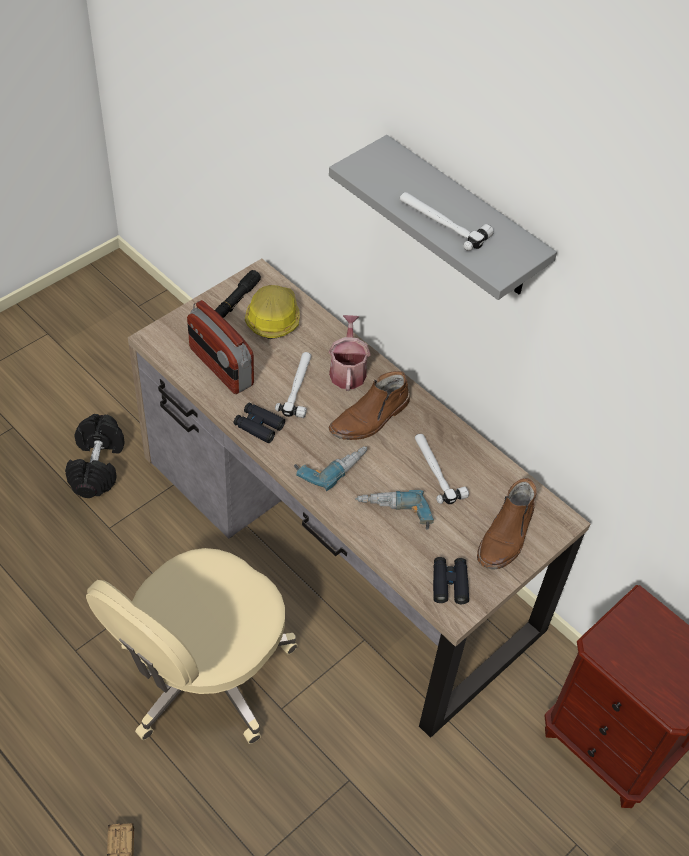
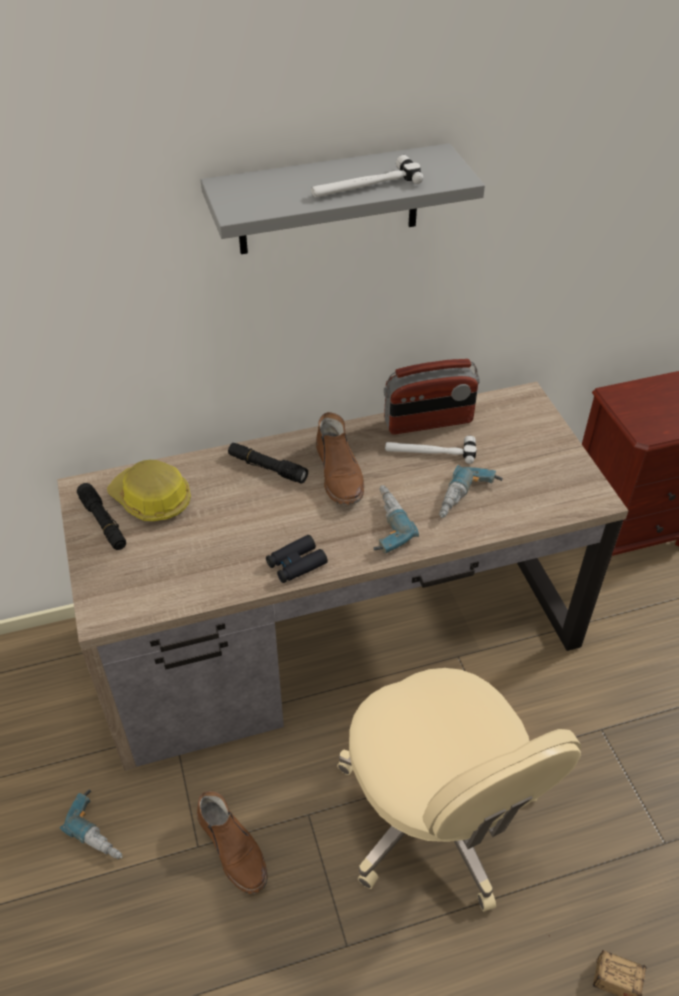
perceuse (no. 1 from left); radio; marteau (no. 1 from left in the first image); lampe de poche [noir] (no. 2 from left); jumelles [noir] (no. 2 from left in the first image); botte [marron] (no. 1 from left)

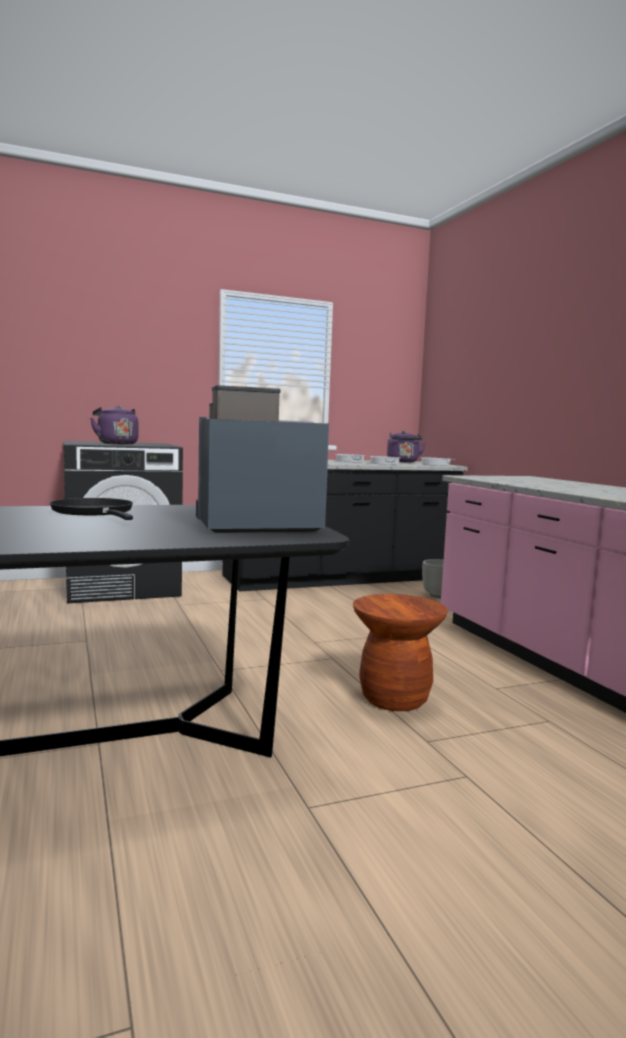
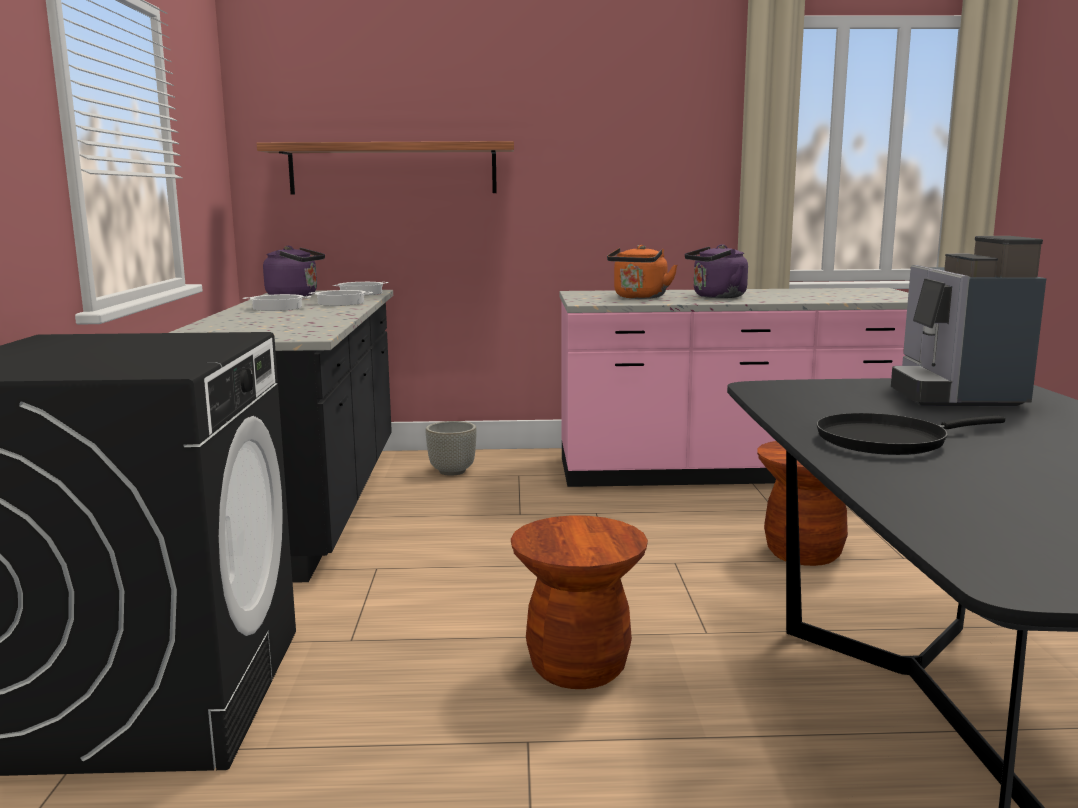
bouilloire [violet] (no. 2 from left); étagère; tabouret [marron] (no. 1 from left); bouilloire [orange]

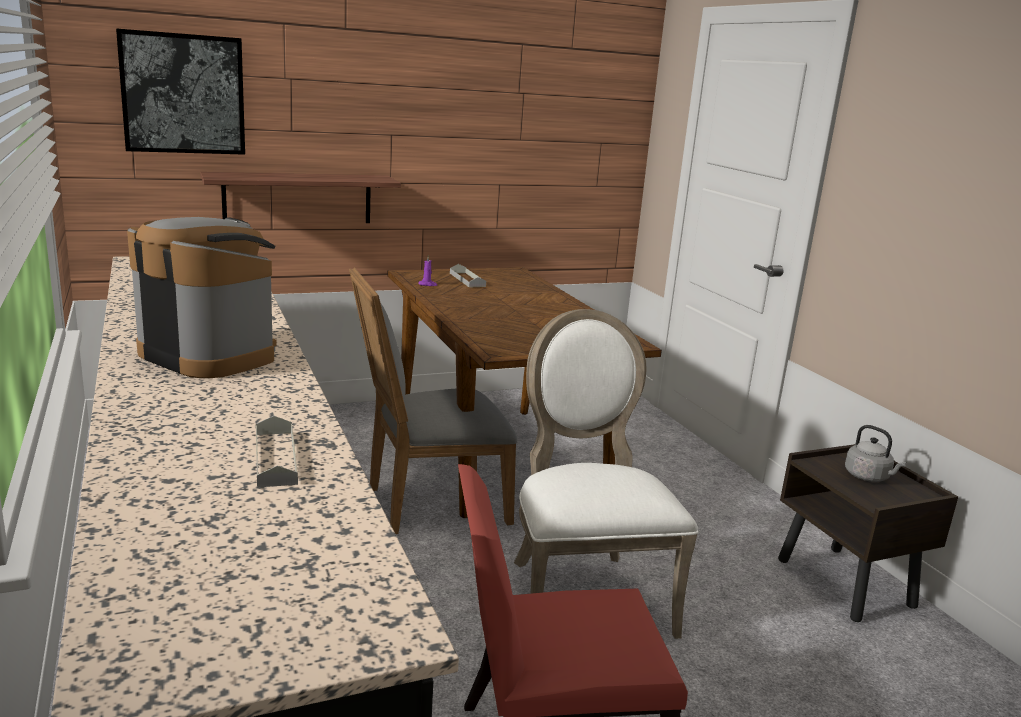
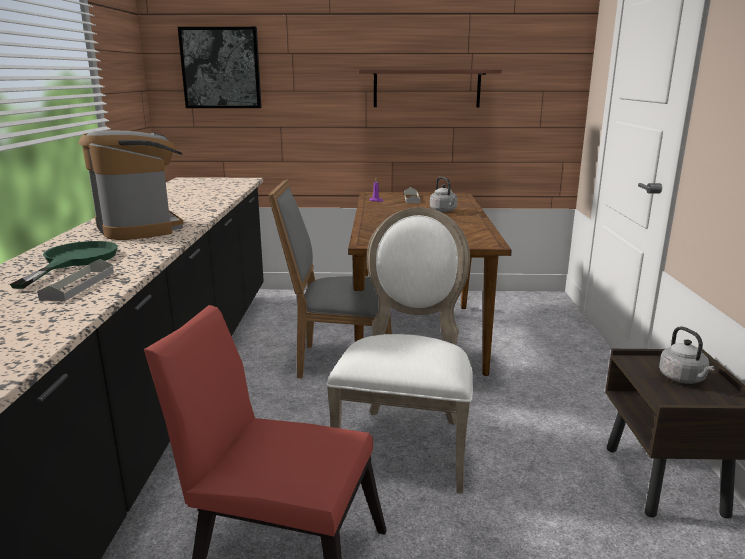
étagère; poêle [vert]; bouilloire [gris] (no. 1 from left)

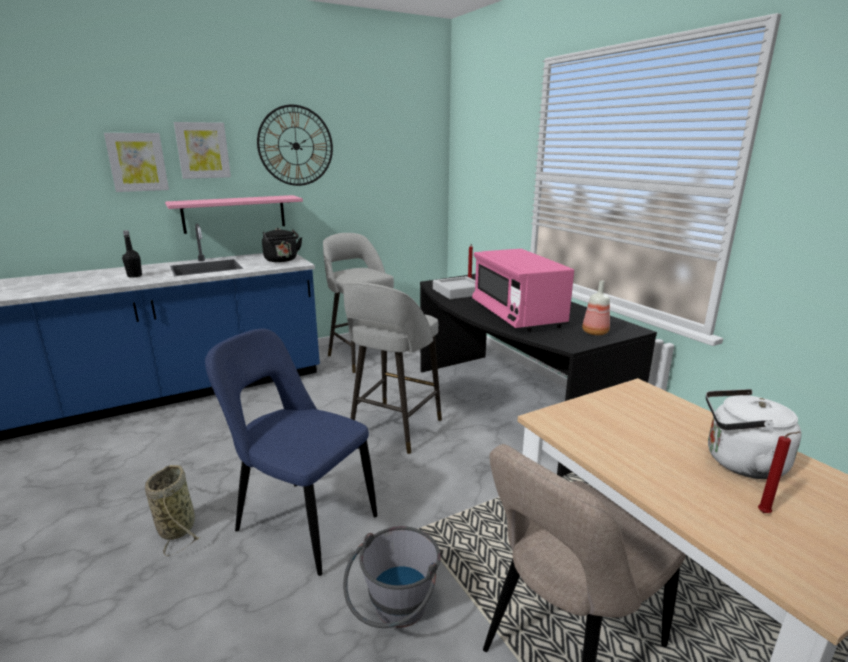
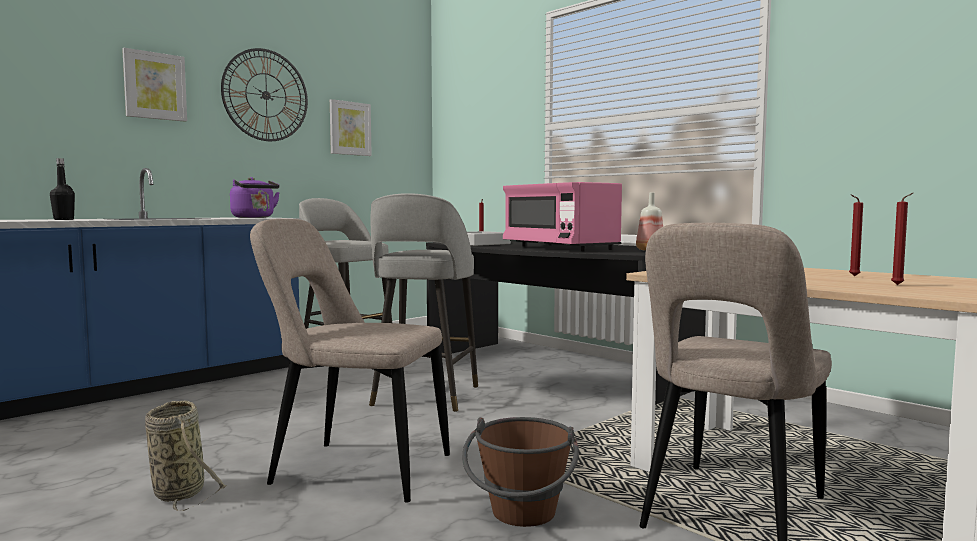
tableau (no. 2 from left); étagère [rose]; chaise [beige] (no. 1 from left); bouilloire [violet]; seau [marron]; bougie [rouge] (no. 2 from left)

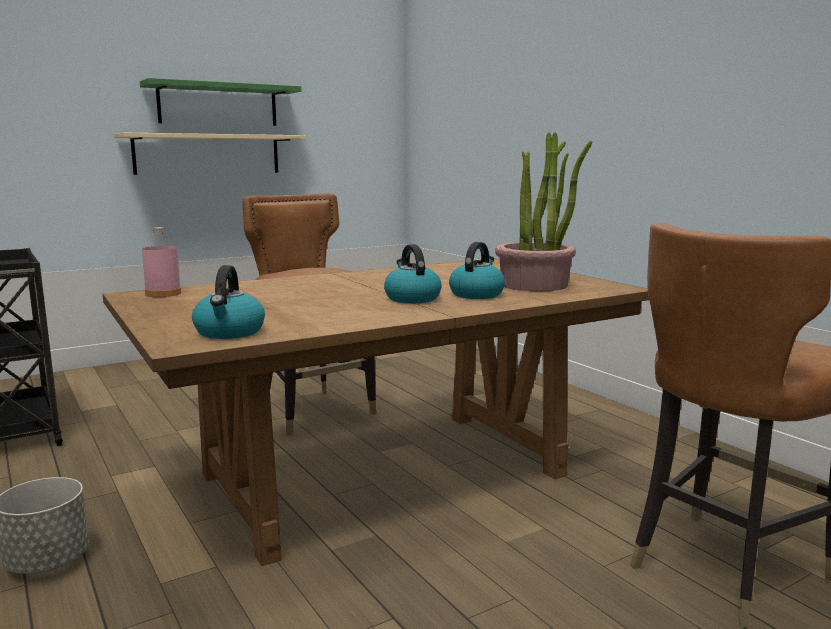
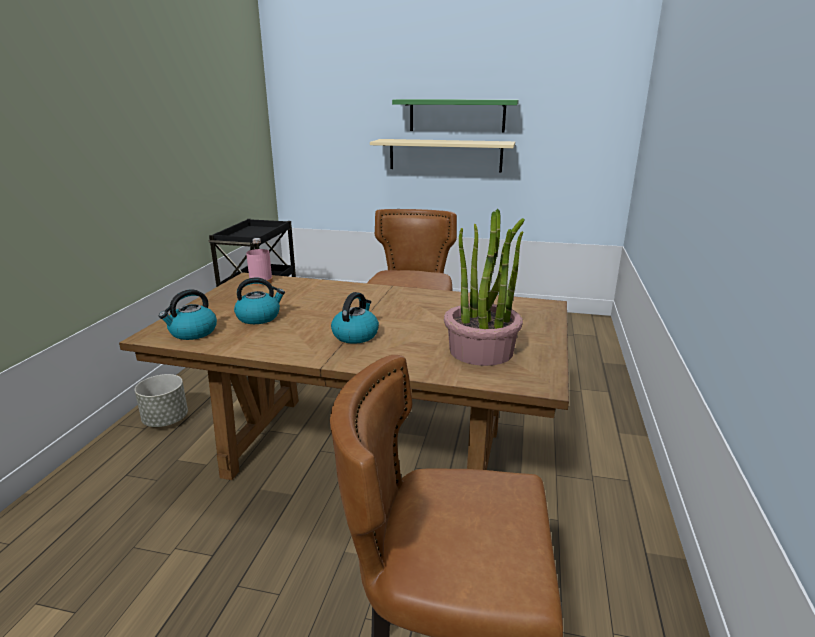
bouilloire (no. 2 from left)

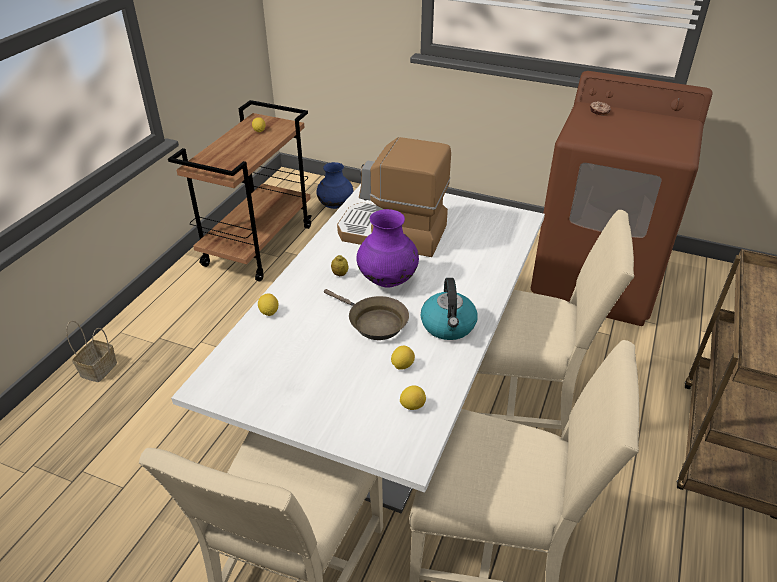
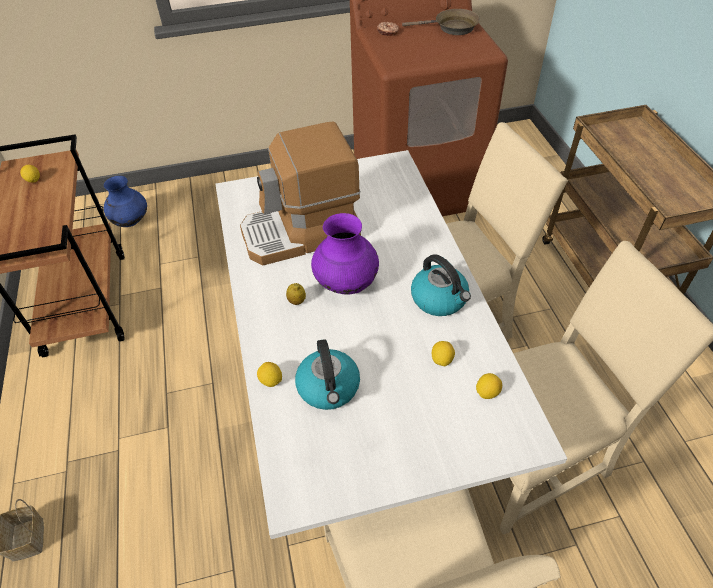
poêle [marron]; bouilloire (no. 1 from left)

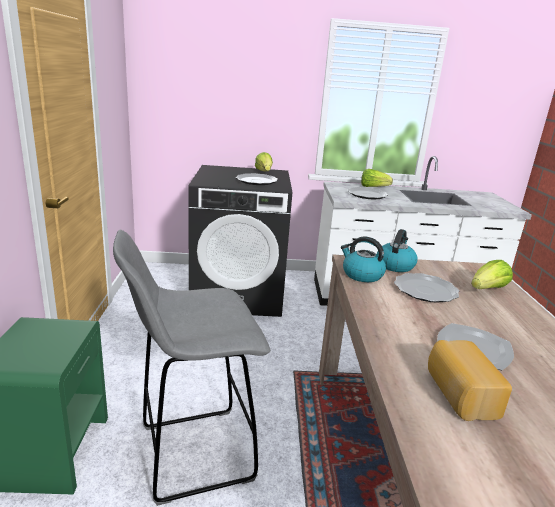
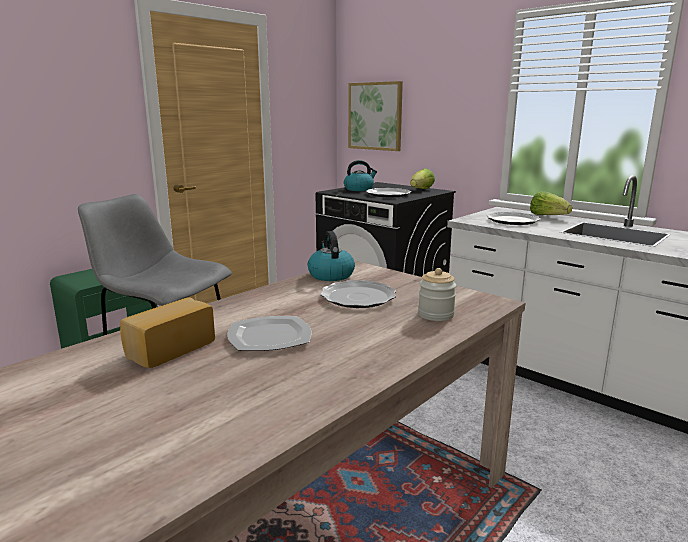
bouilloire (no. 2 from left); bocal; tableau

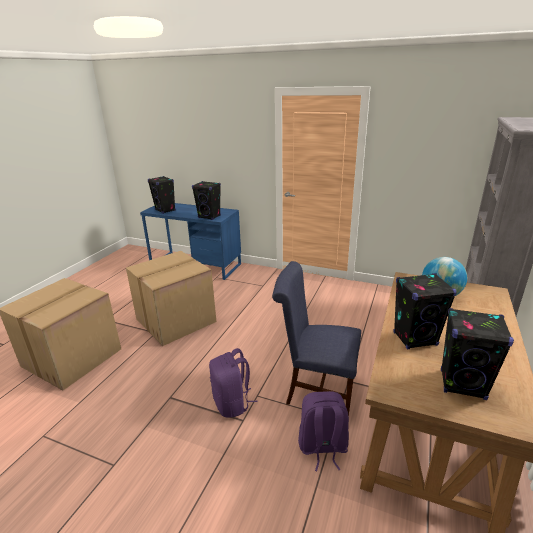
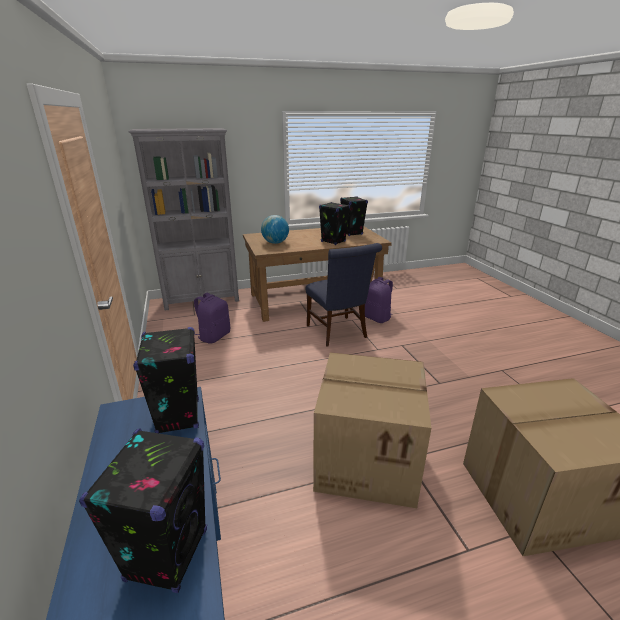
sac à dos [violet] (no. 1 from left)

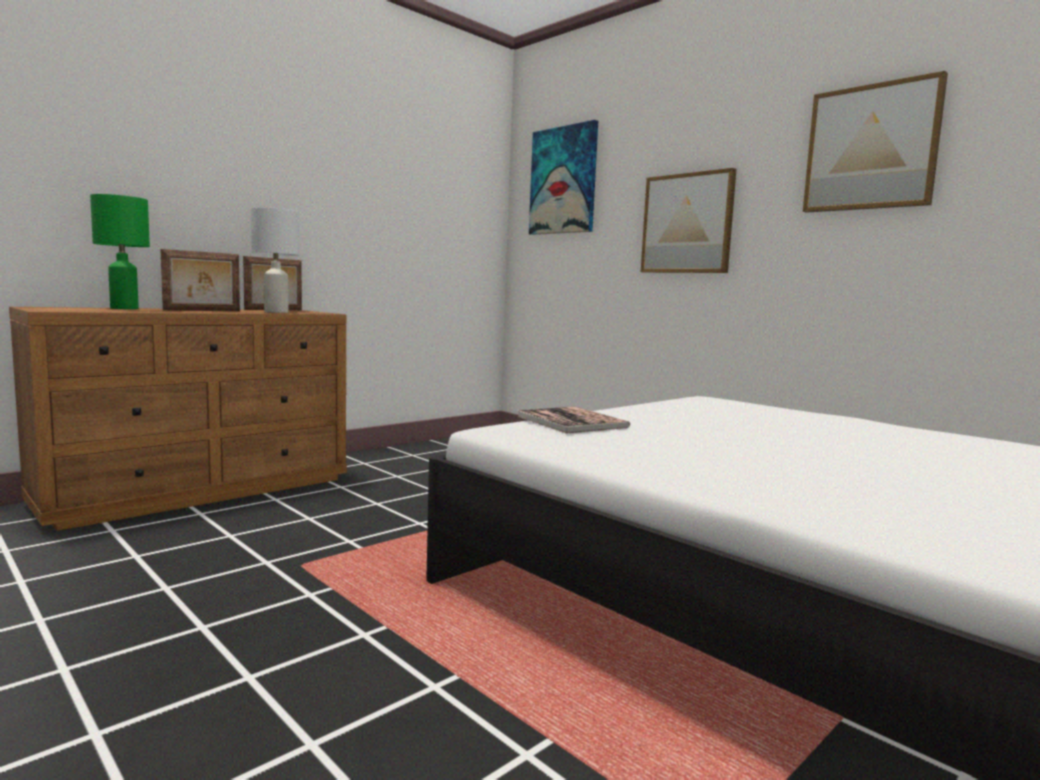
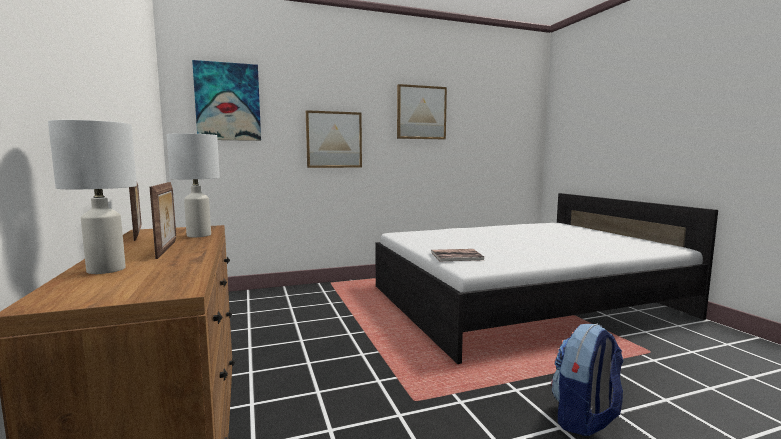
lampe de table [blanc] (no. 1 from left); sac à dos

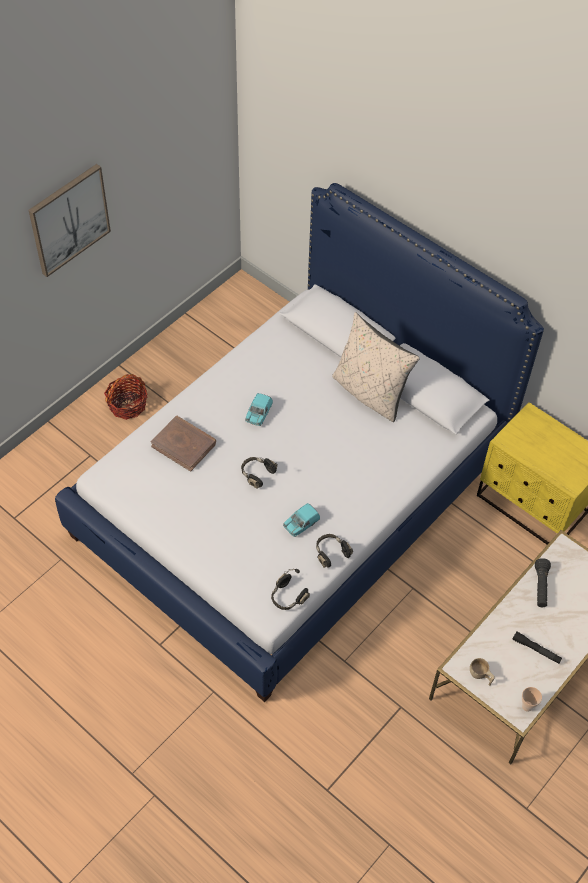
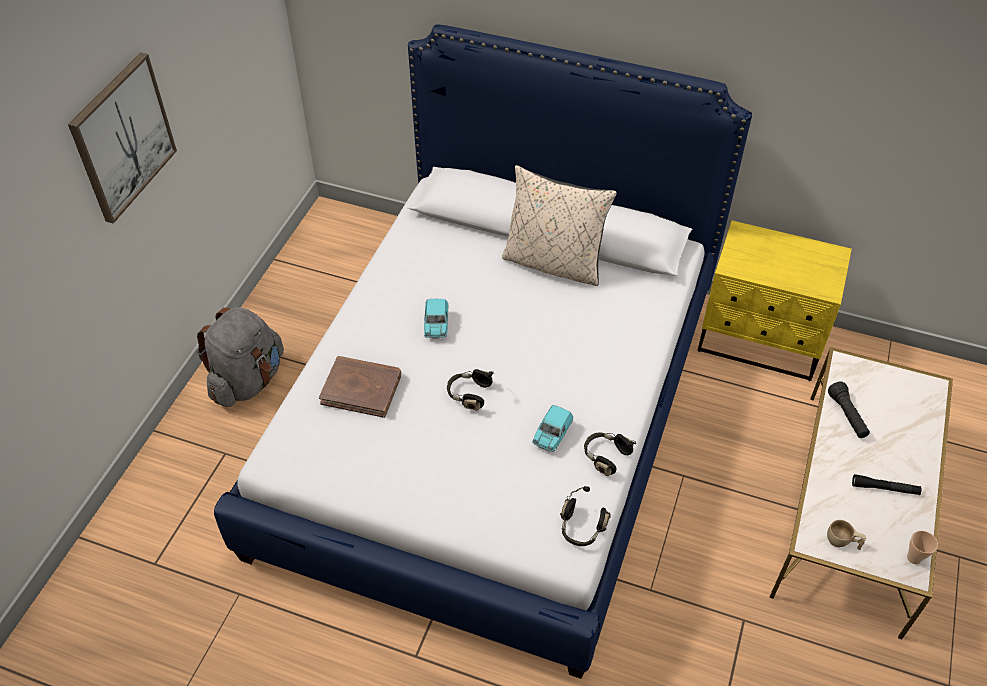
sac à dos [gris]

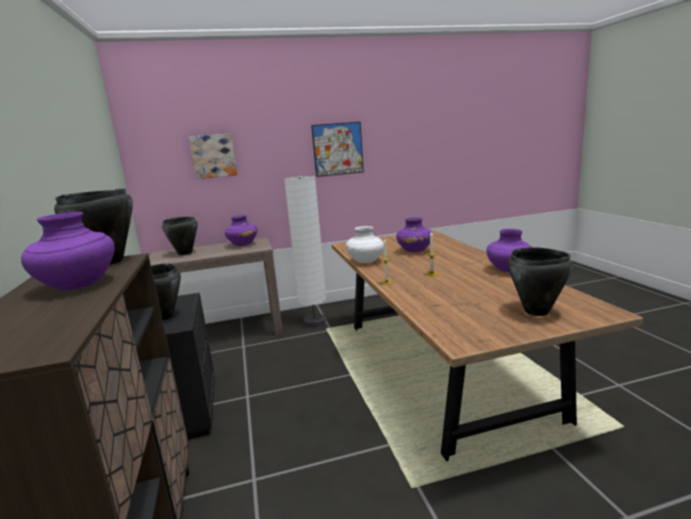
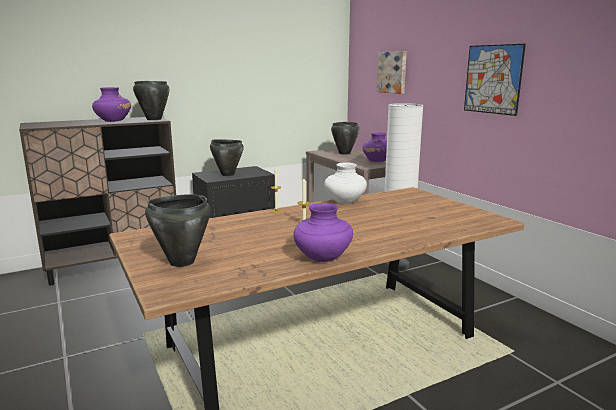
vase [violet] (no. 3 from left in the first image)

